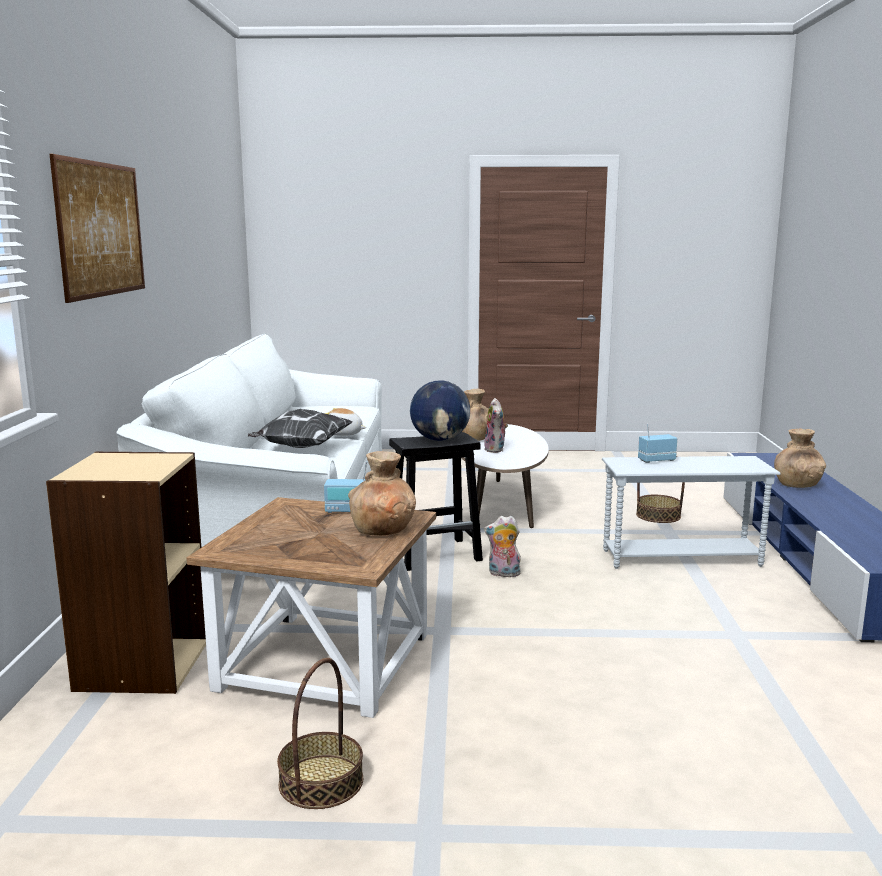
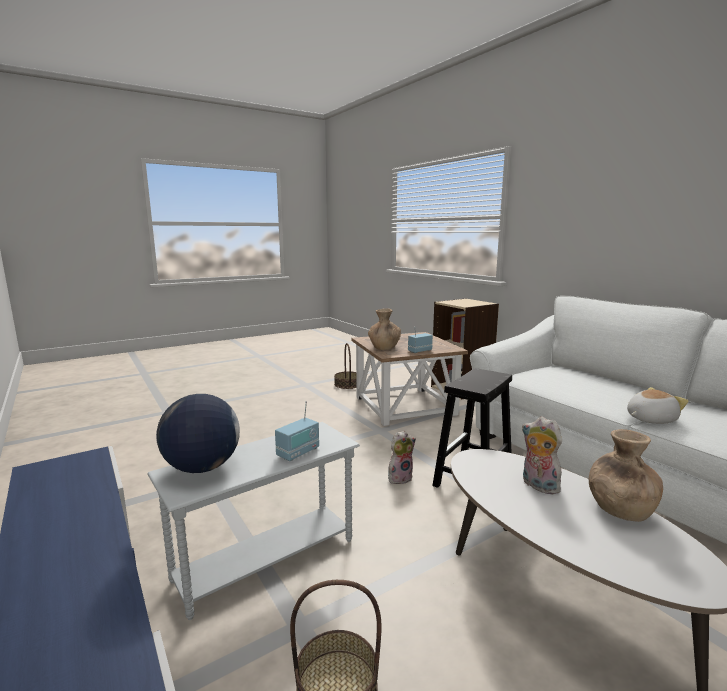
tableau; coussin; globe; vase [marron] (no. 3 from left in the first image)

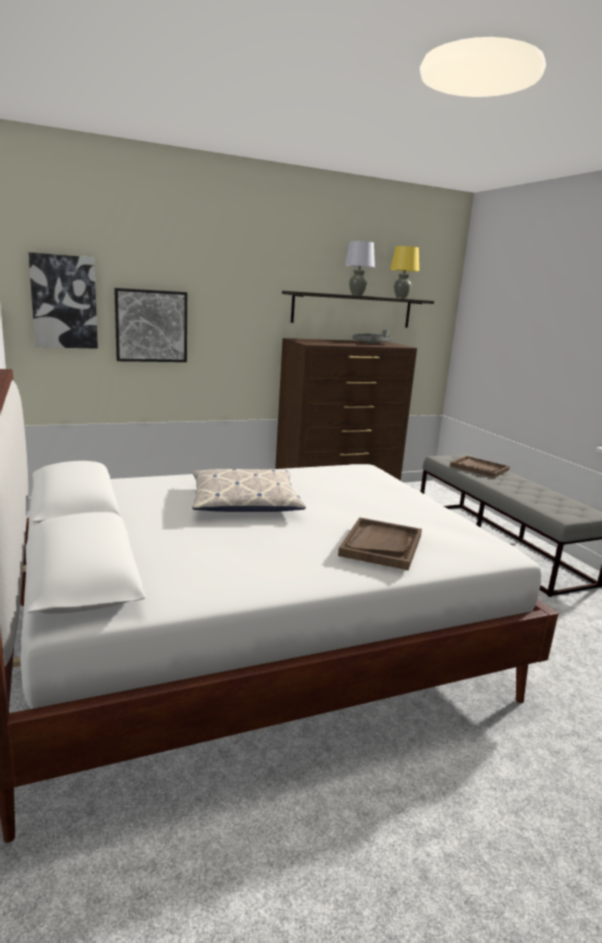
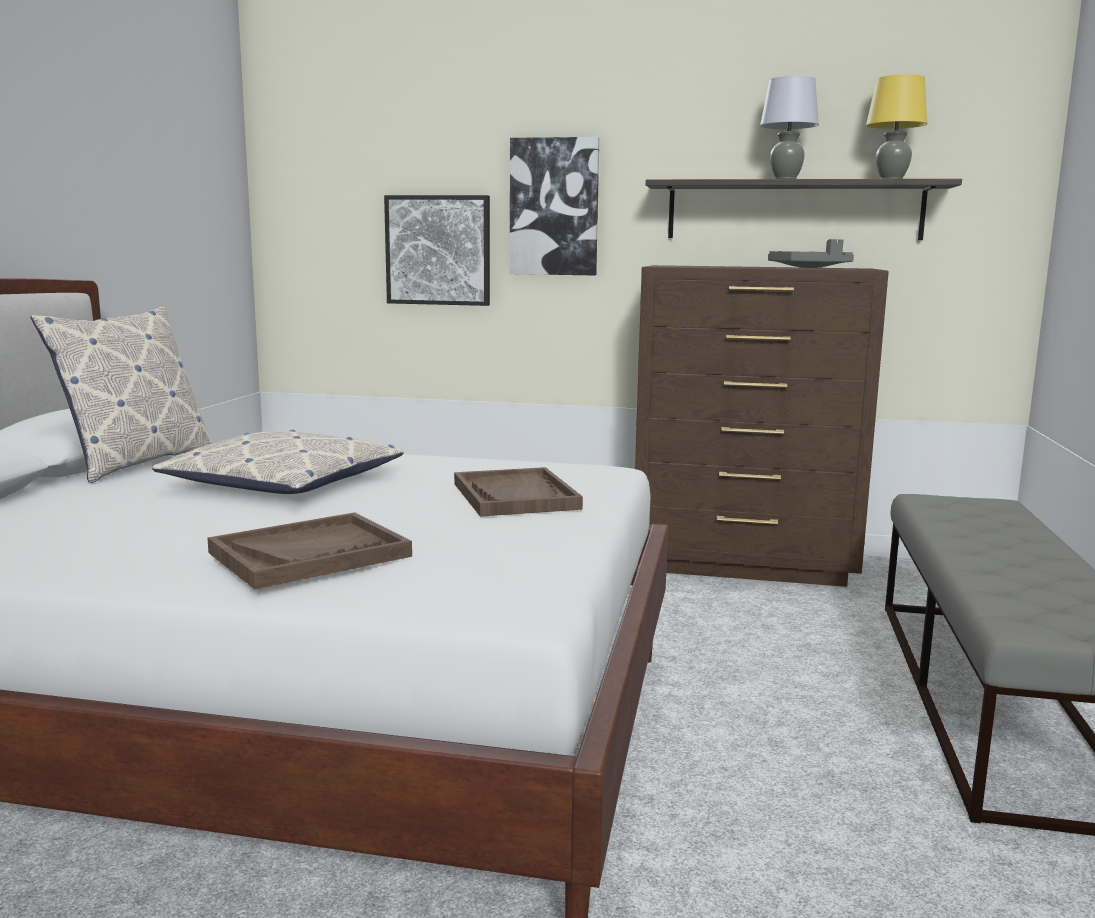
tableau (no. 2 from left); plateau [marron] (no. 2 from left); coussin (no. 1 from left)

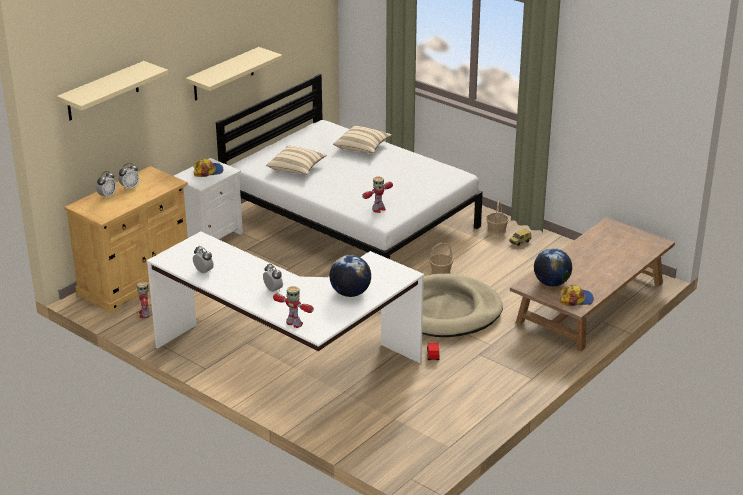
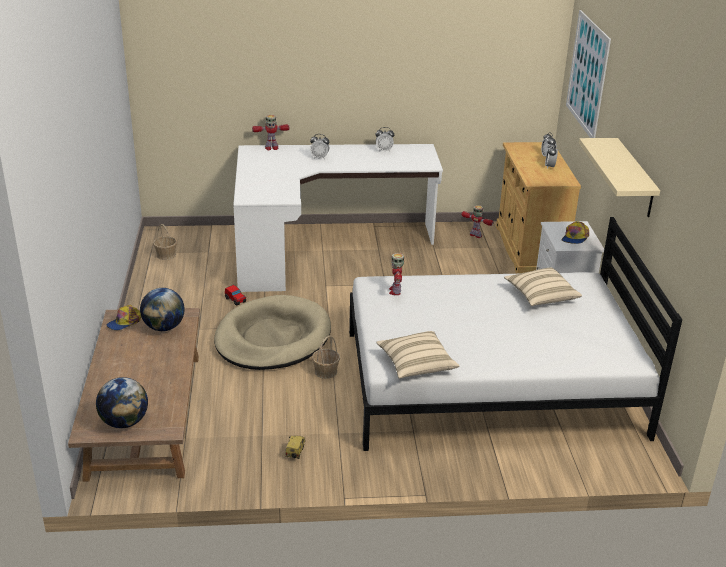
tableau; globe (no. 1 from left); coussin [beige] (no. 1 from left); panier (no. 1 from left)

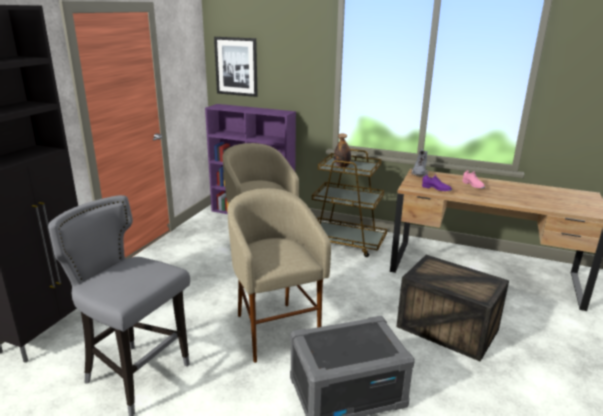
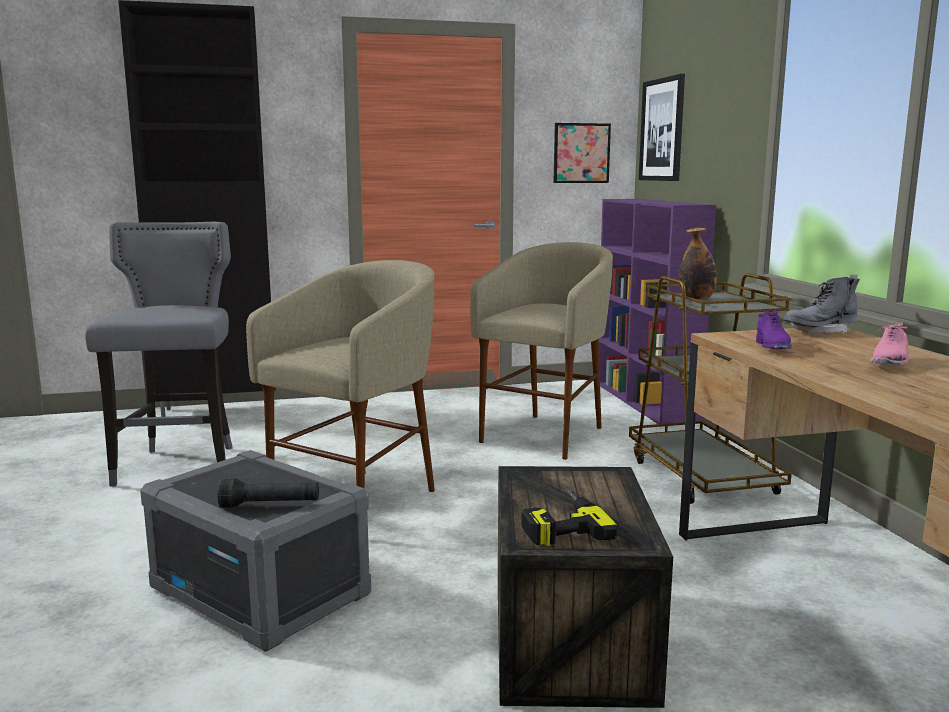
lampe de poche [noir]; perceuse; tableau (no. 1 from left)

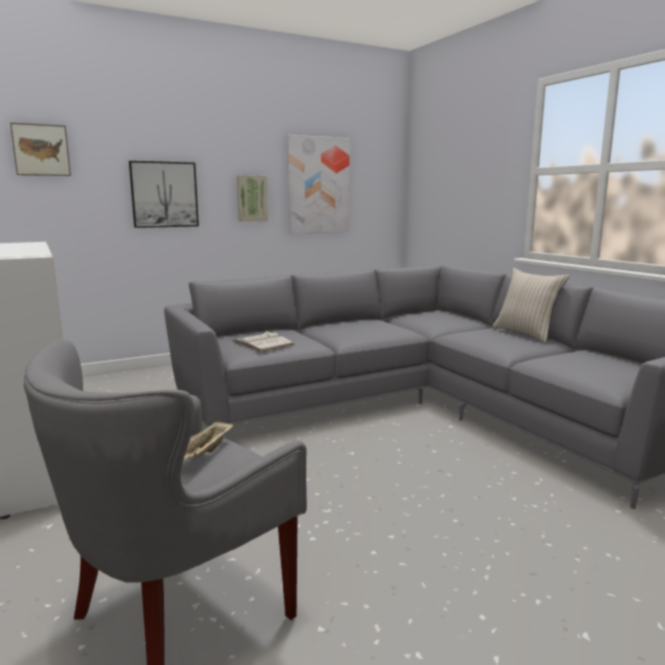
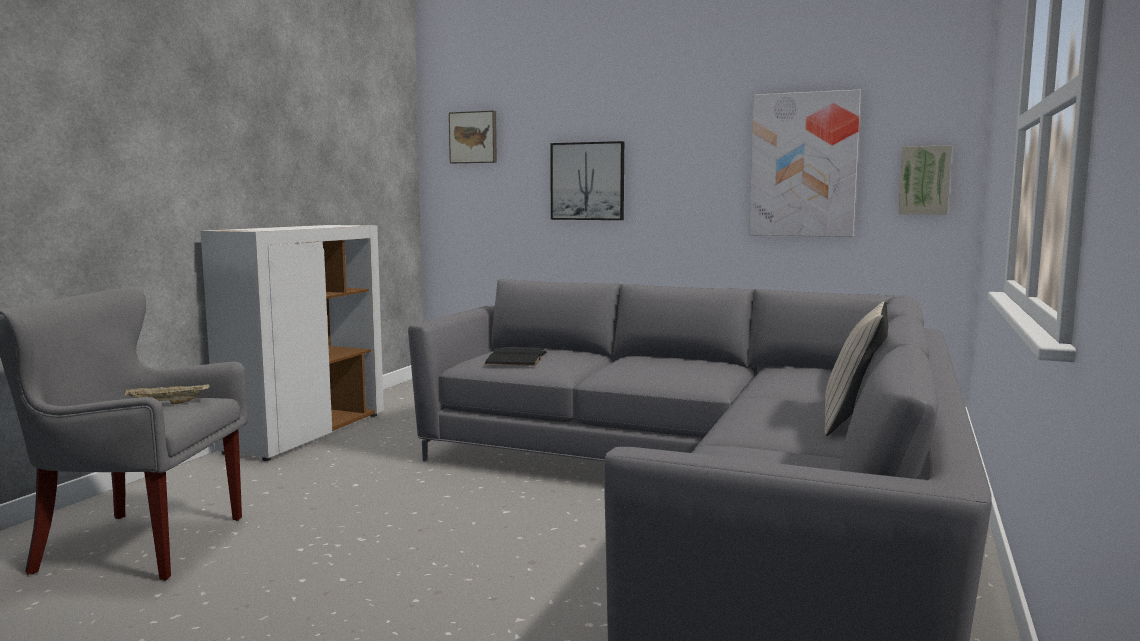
livre [noir]; tableau (no. 4 from left)

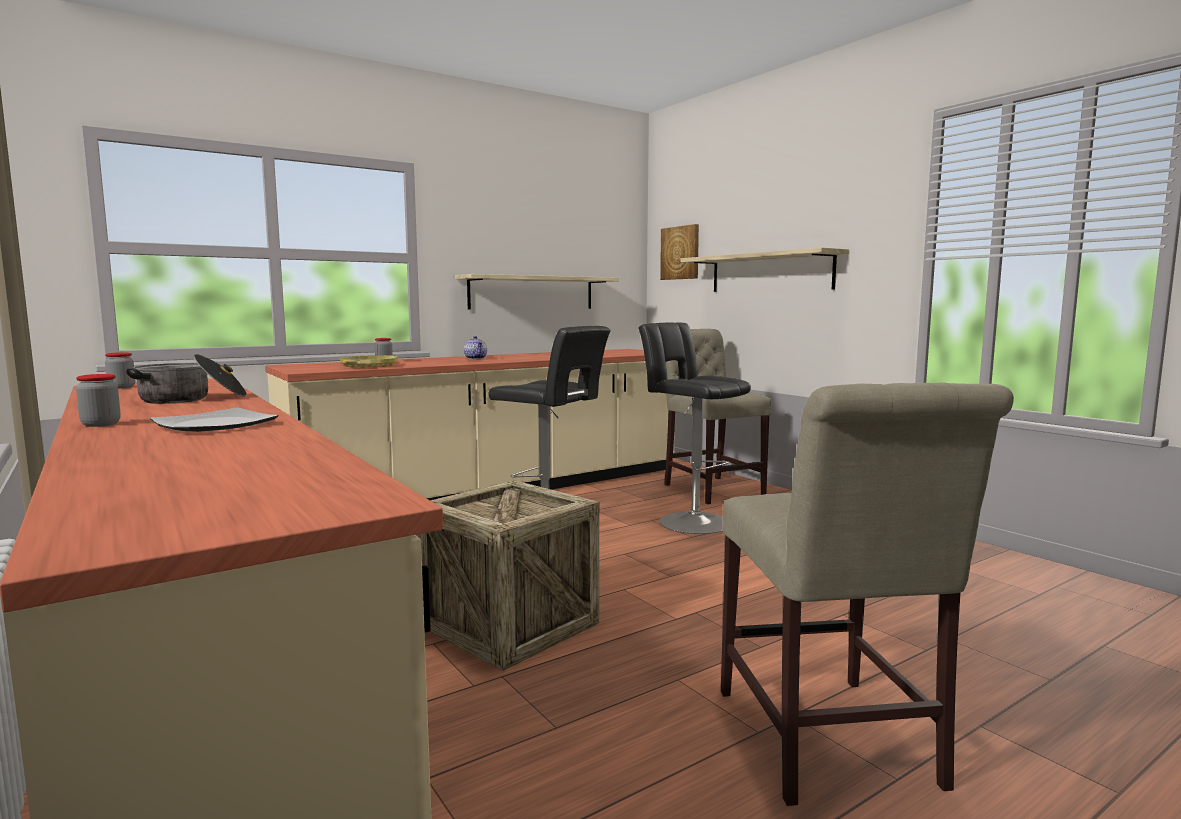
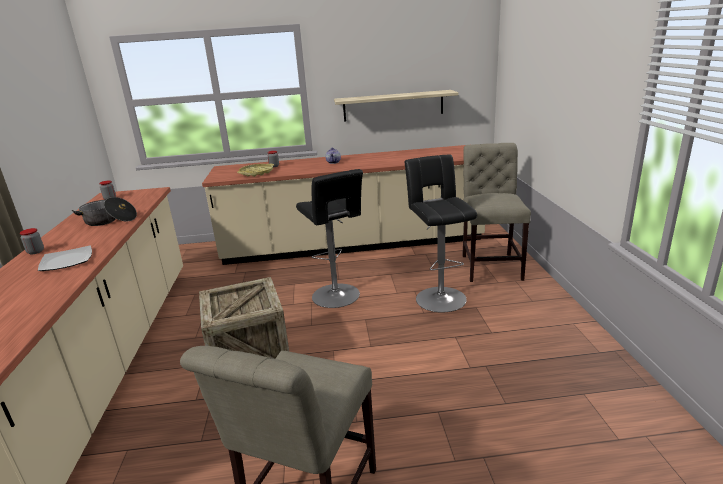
tableau; étagère (no. 2 from left in the first image)

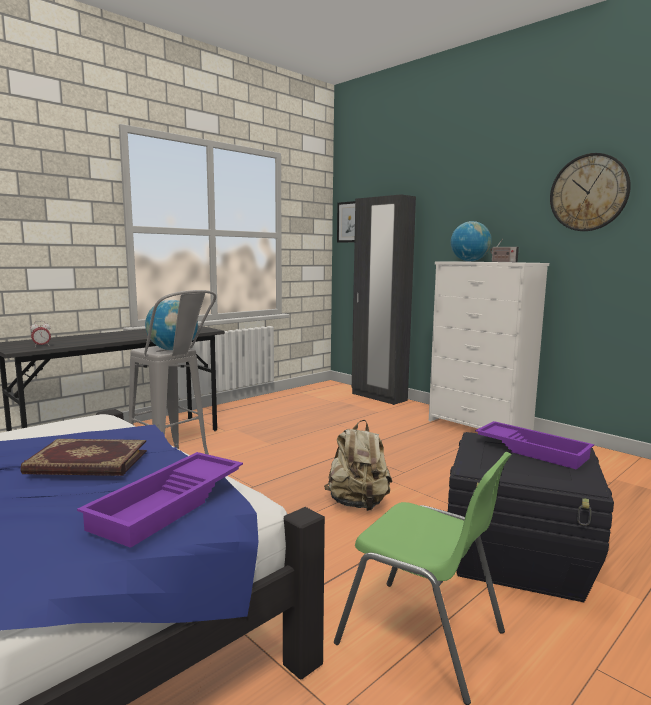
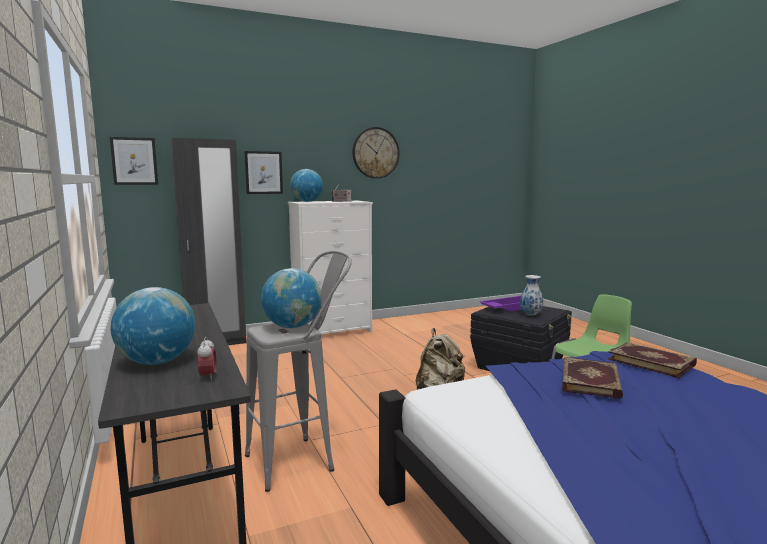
livre (no. 2 from left); globe (no. 1 from left); tableau (no. 2 from left); vase

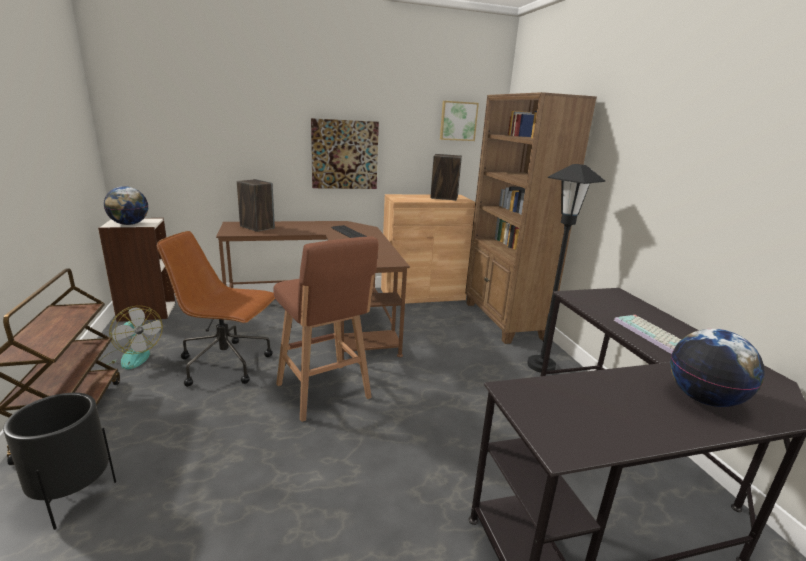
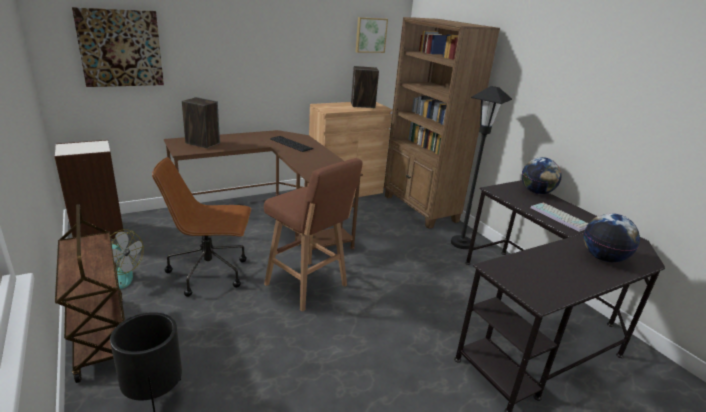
globe (no. 1 from left); tableau (no. 1 from left)

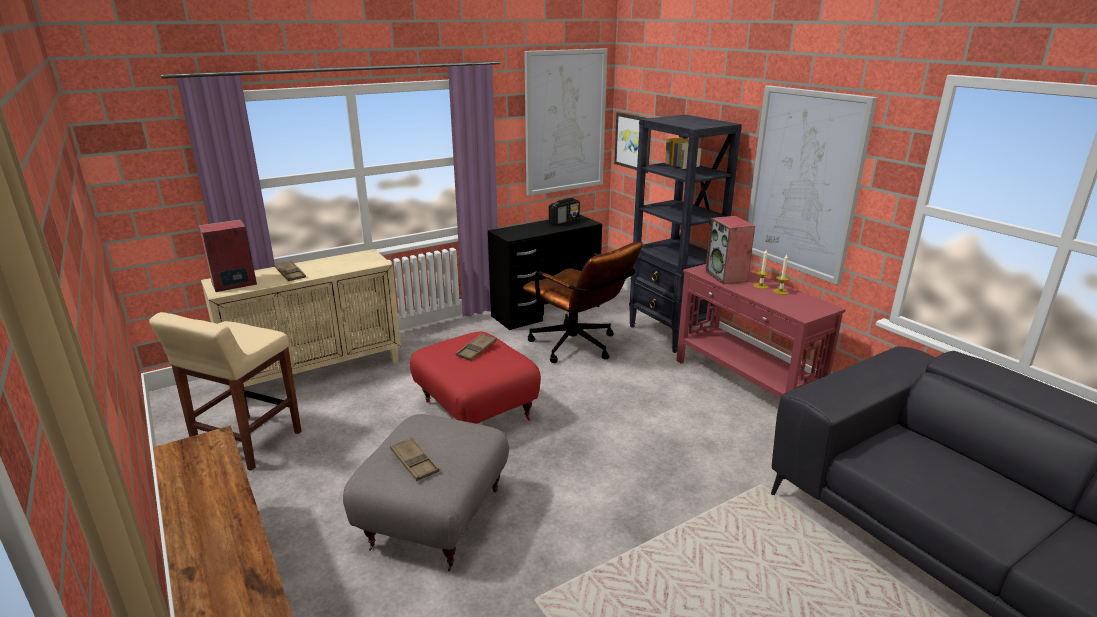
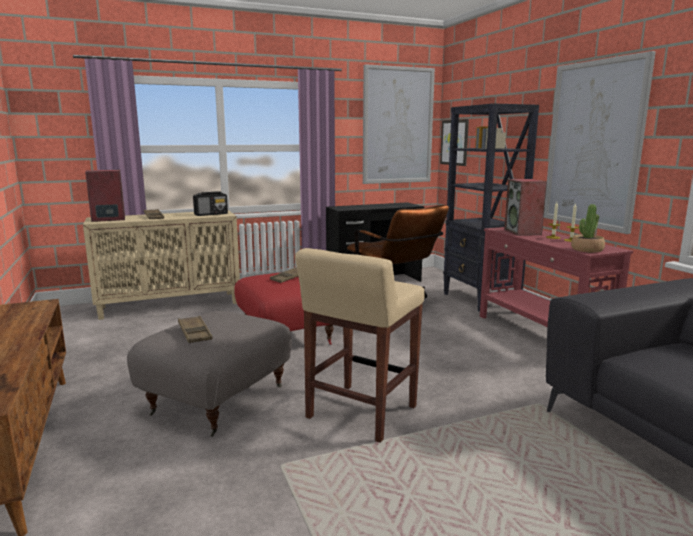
tabouret [beige]; radio; plante en pot

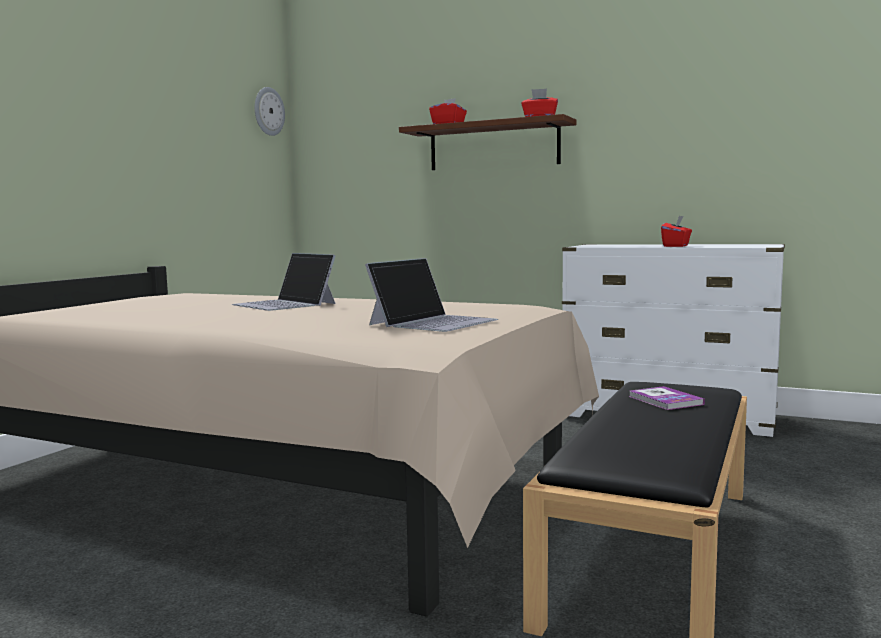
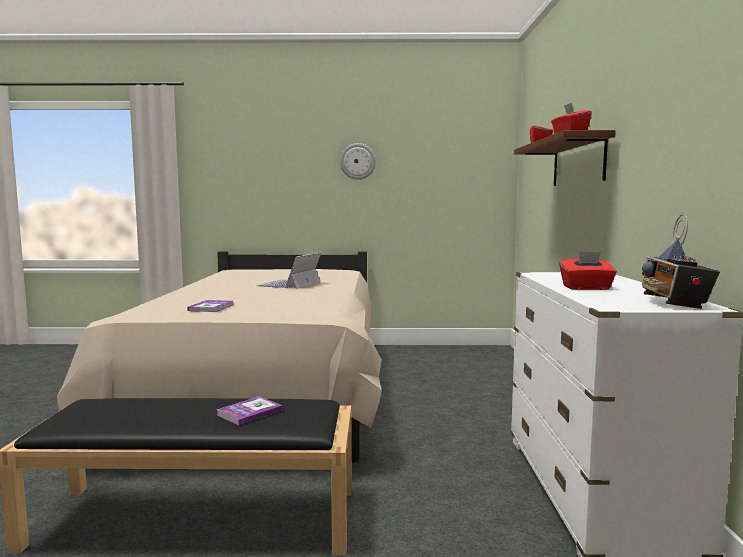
horloge murale; livre (no. 1 from left); radio

